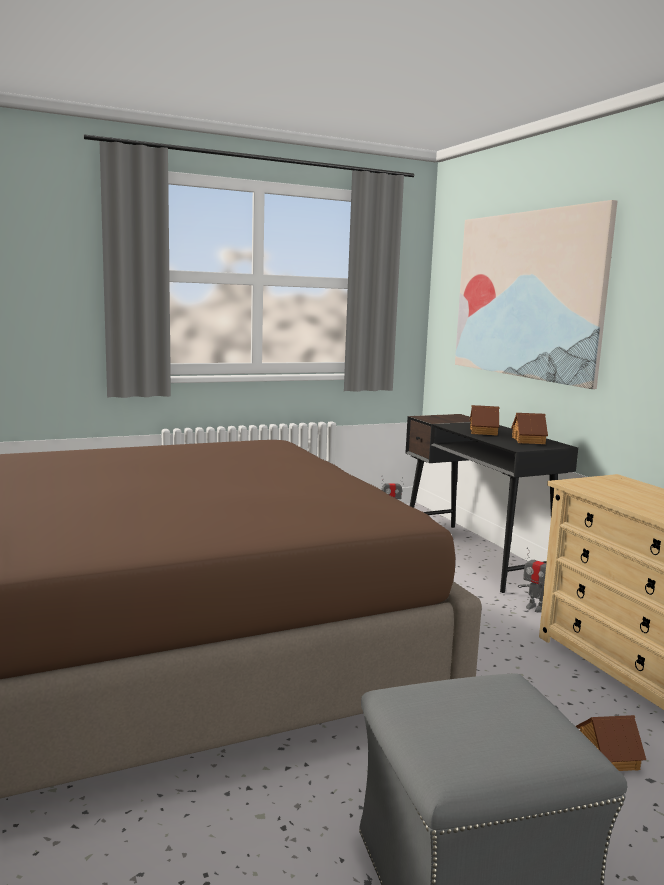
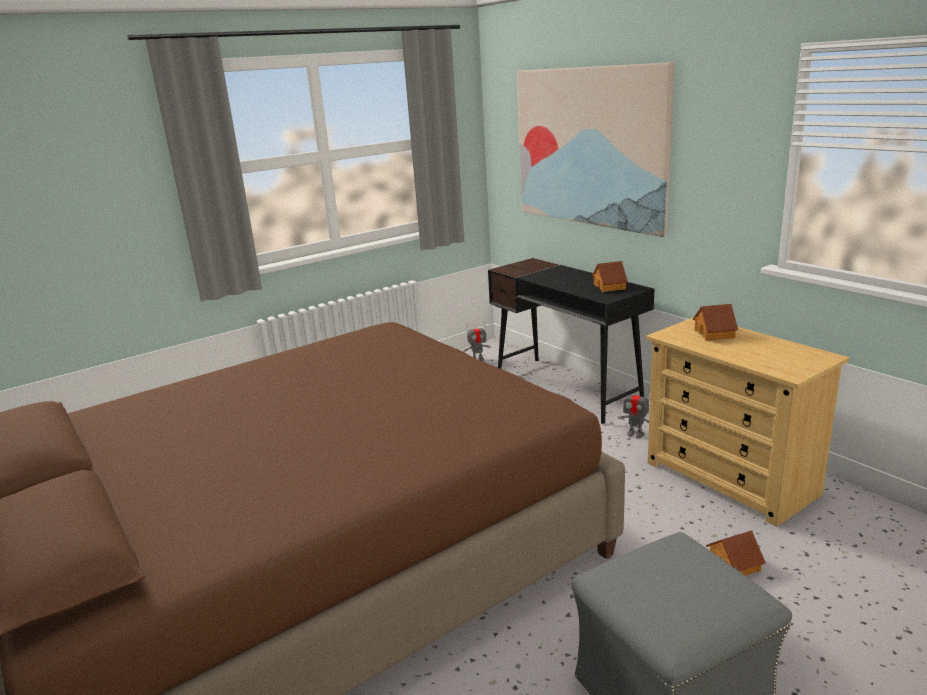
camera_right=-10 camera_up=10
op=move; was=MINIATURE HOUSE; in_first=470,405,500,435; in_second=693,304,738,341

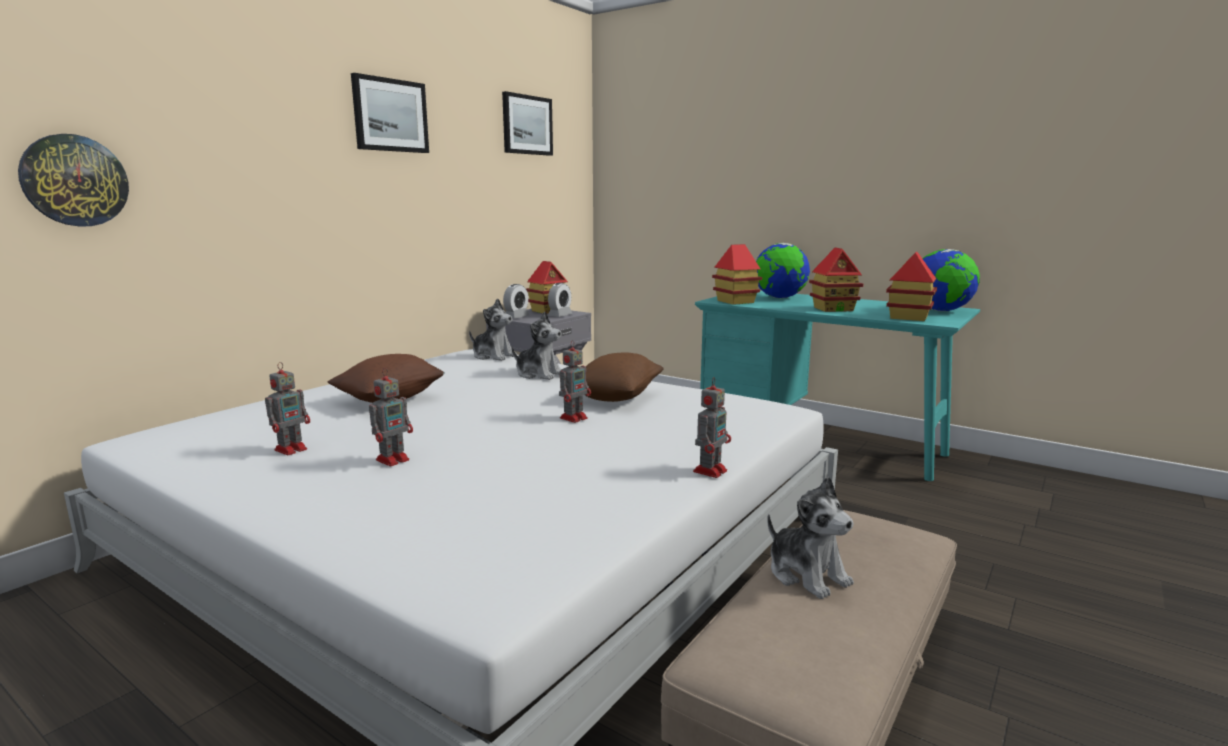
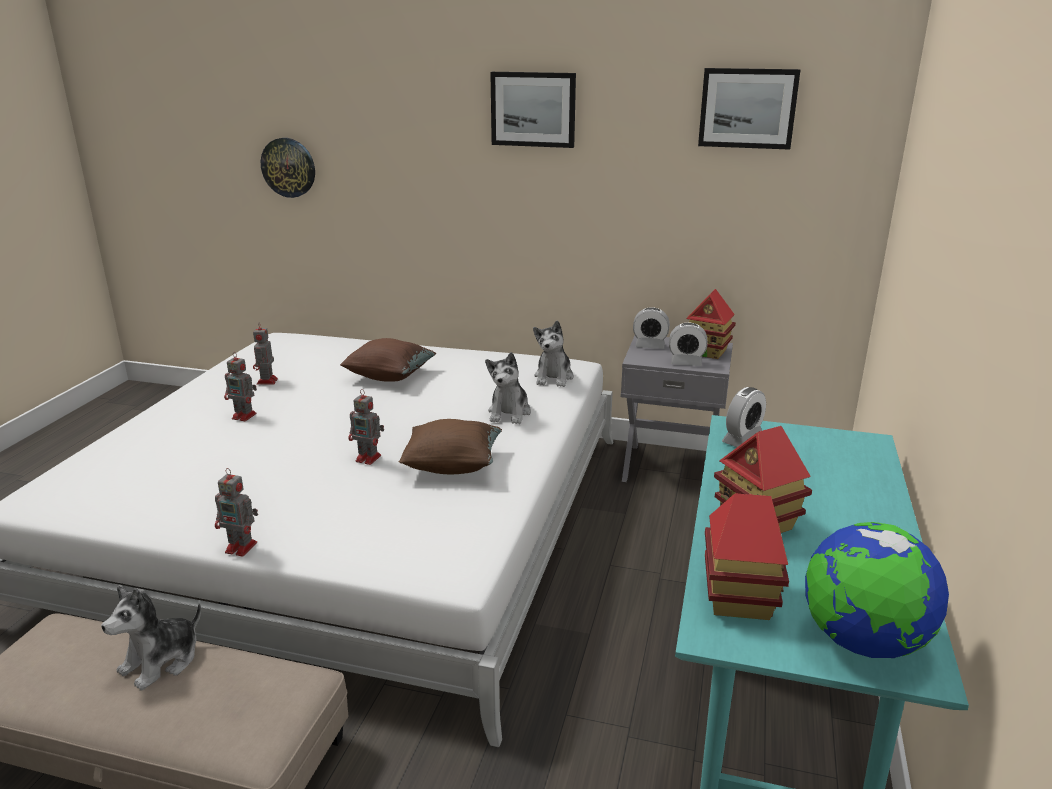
camera_right=70 camera_up=10
op=rotate; was=MODEL ROBOT; in_first=265,362,310,455; in_second=253,322,278,385; clockwise=75
op=replace; was=MINIATURE HOUSE; now=TABLE CLOCK; in_first=712,244,762,305; in_second=722,387,766,447
op=delete; was=DESK GLOBE; in_first=756,243,810,298

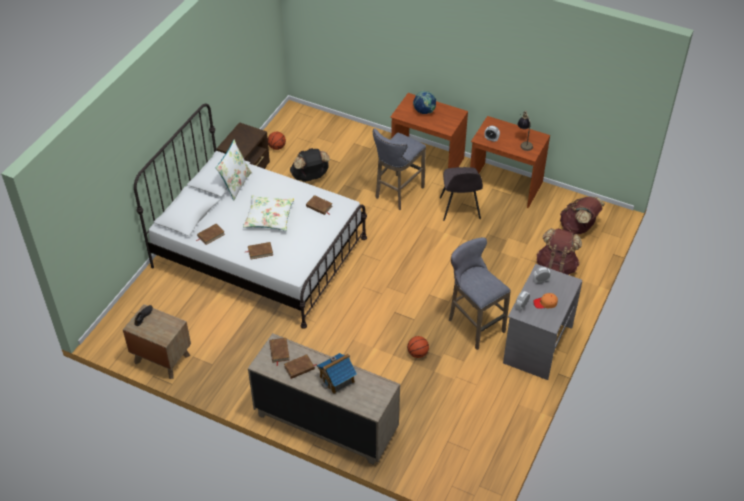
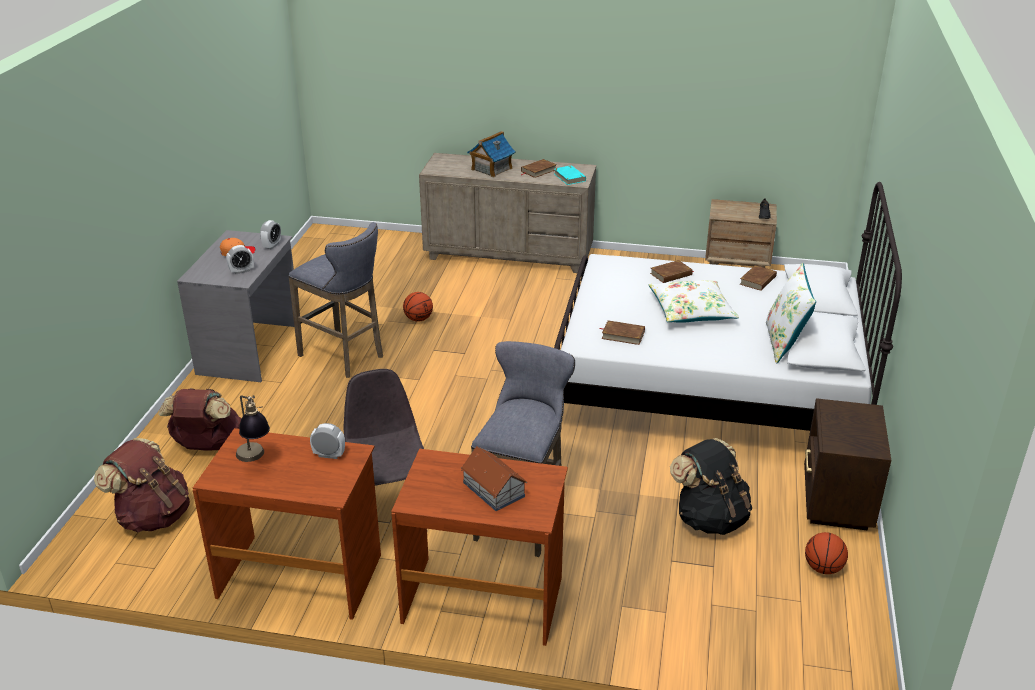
camera_right=165 camera_up=-15
op=recolor; was=BROWN VOLUME; now=TURQUOISE-COLOURED VOLUME; in_first=269,338,290,366; in_second=554,165,586,185
op=replace; was=DESK GLOBE; now=MINIATURE HOUSE; in_first=413,91,436,114; in_second=461,446,527,511

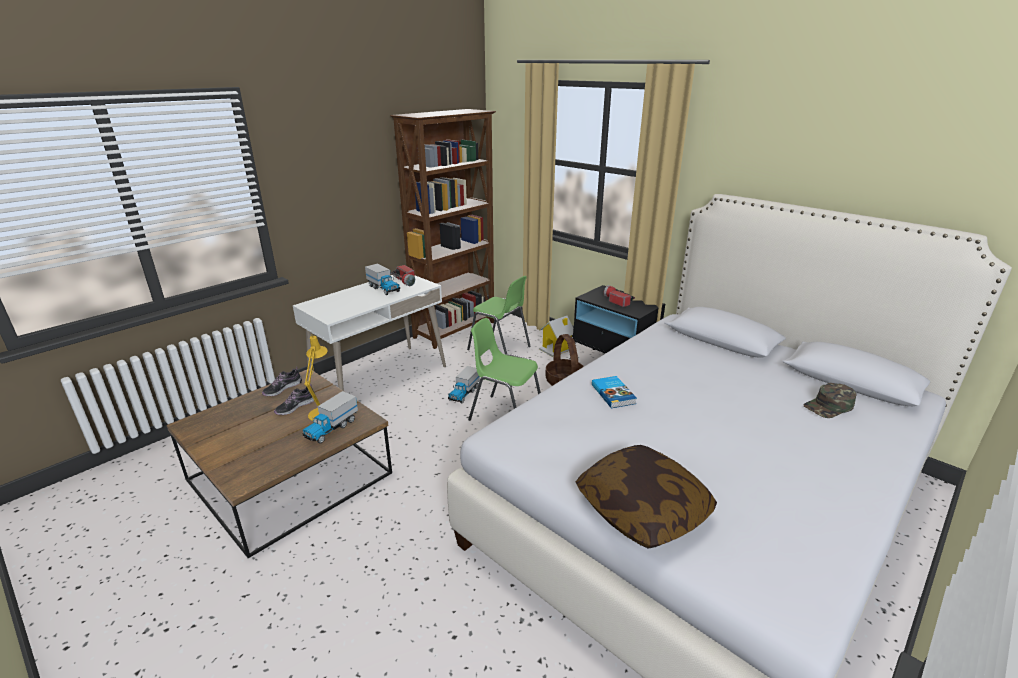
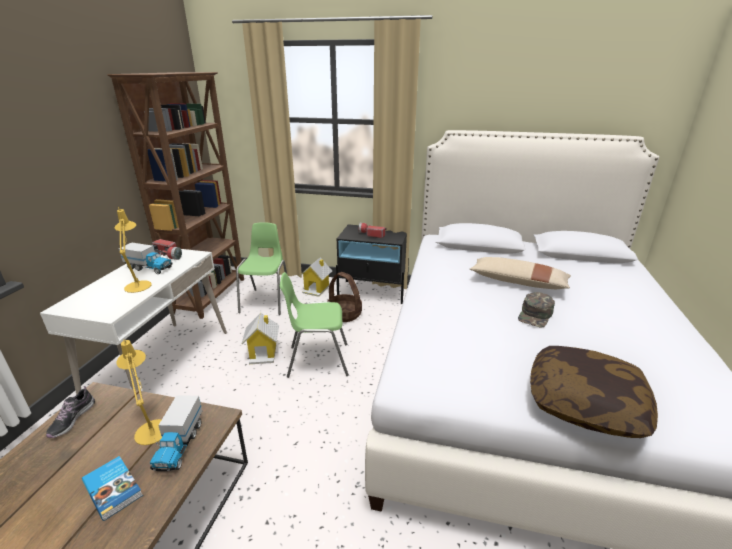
camera_right=-30 camera_up=0
op=delete; was=ITEM OF FOOTWEAR; in_first=274,384,315,415
op=replace; was=TOY TRUCK; now=MINIATURE HOUSE; in_first=448,366,480,404; in_second=241,313,279,364
op=rotate; was=GREEN-COLOURED CHAIR; in_first=467,276,531,354; in_second=236,222,287,315; clockwise=-90
op=move; was=VOLUME; in_first=592,376,637,408; in_second=82,456,143,521
op=move; was=GREEN-COLOURED PEAKED CAP; in_first=804,383,857,418; in_second=518,292,555,327
op=insert; now=YELLOW-COLOURED LAMP FOR A TABLE; in_second=114,206,152,293
op=insert; now=BEIGE-COLOURED PILLOW; in_second=470,257,571,289

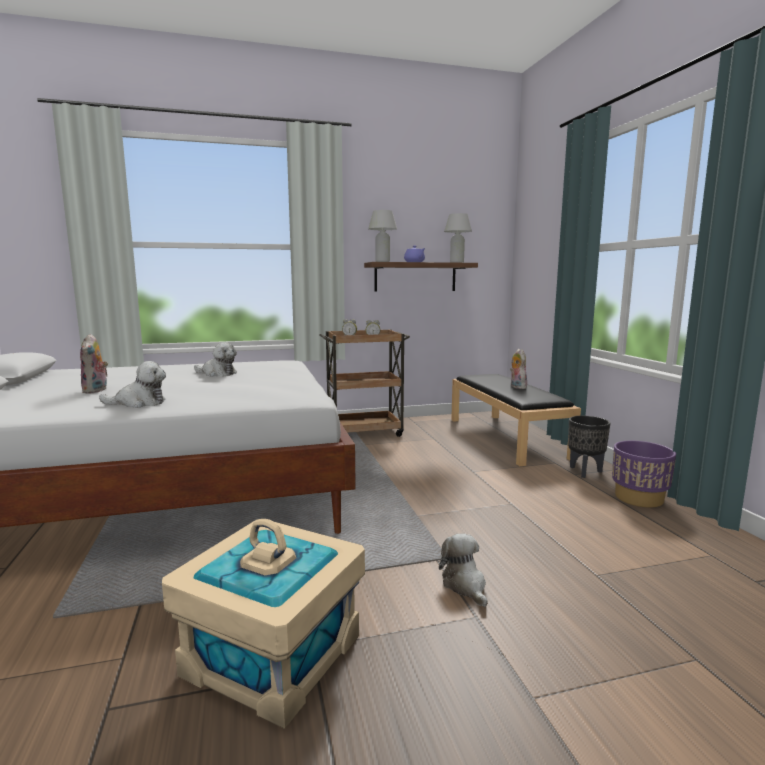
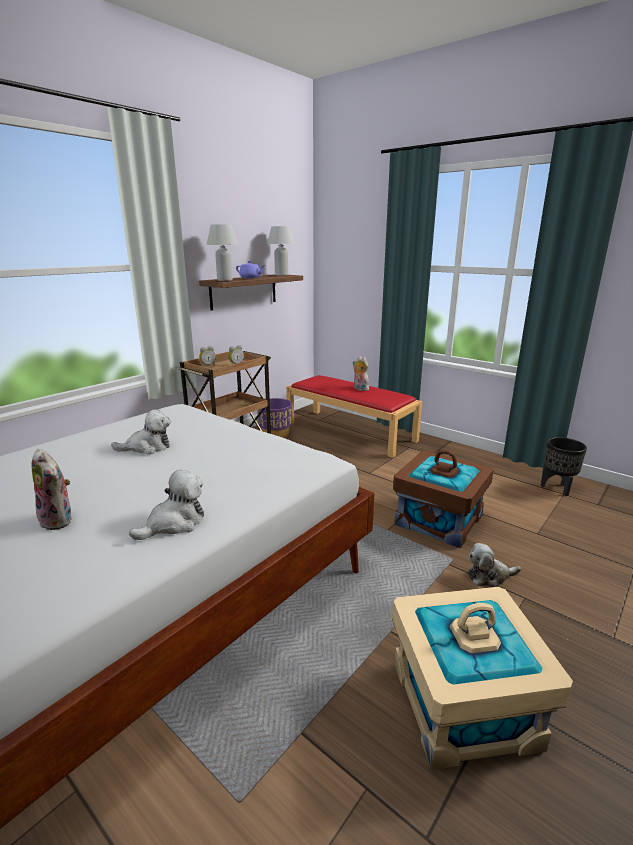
camera_right=-35 camera_up=10
op=rotate; was=PLUSH TOY; in_first=439,534,488,607; in_second=468,543,521,587; clockwise=-45
op=recolor; was=BLACK-COLOURED INDOOR BENCH; now=REDDISH INDOOR BENCH; in_first=451,374,581,466; in_second=286,375,422,458
op=move; was=BLACK-COLOURED PLANTER; in_first=568,416,610,478; in_second=541,437,587,496
op=move; was=PURPLISH PLANTER; in_first=612,441,676,508; in_second=257,398,292,438
op=insert; now=BROWN STORAGE BOX; in_second=393,450,494,548

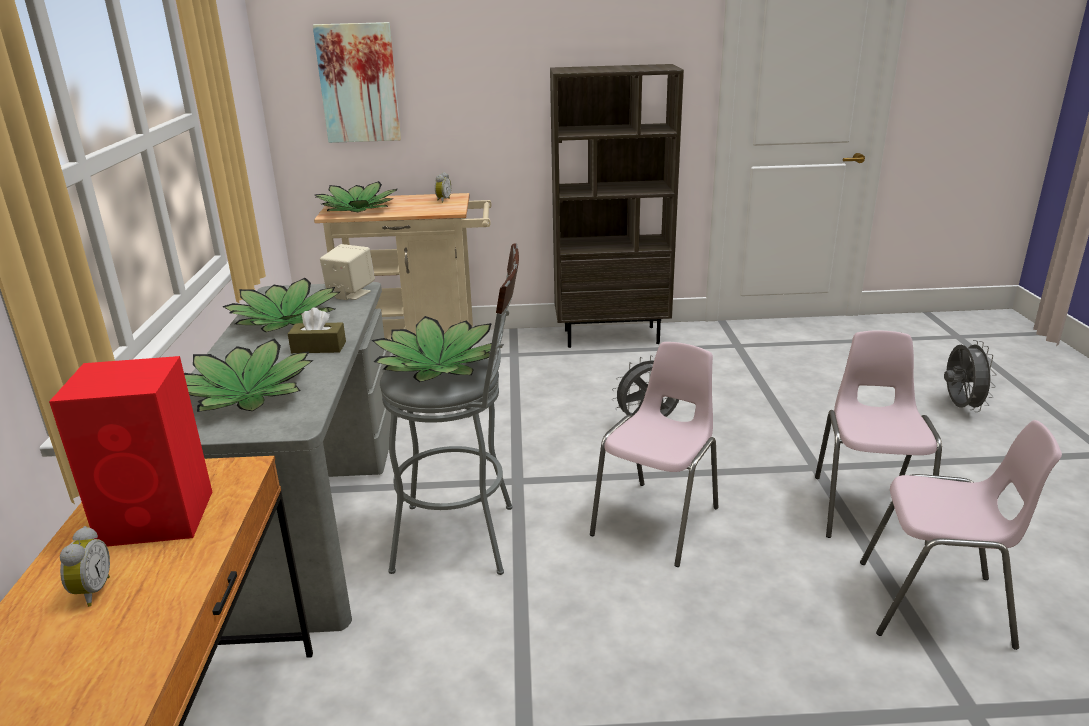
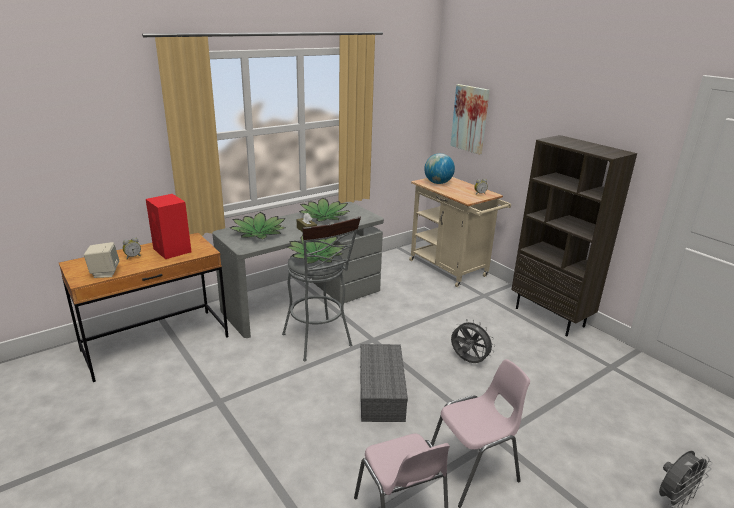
camera_right=55 camera_up=0
op=replace; was=POTTED PLANT; now=DESK GLOBE; in_first=315,181,397,212; in_second=424,153,455,184
op=move; was=BEIGE-COLOURED AUDIO SPEAKER; in_first=320,244,375,300; in_second=84,242,119,278
op=replace; was=PINKISH CHAIR; now=GREYISH STORAGE BOX; in_first=590,342,718,567; in_second=360,344,408,422

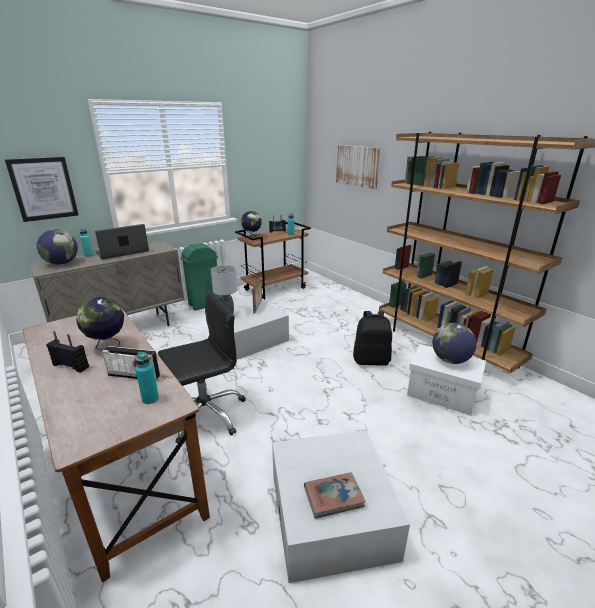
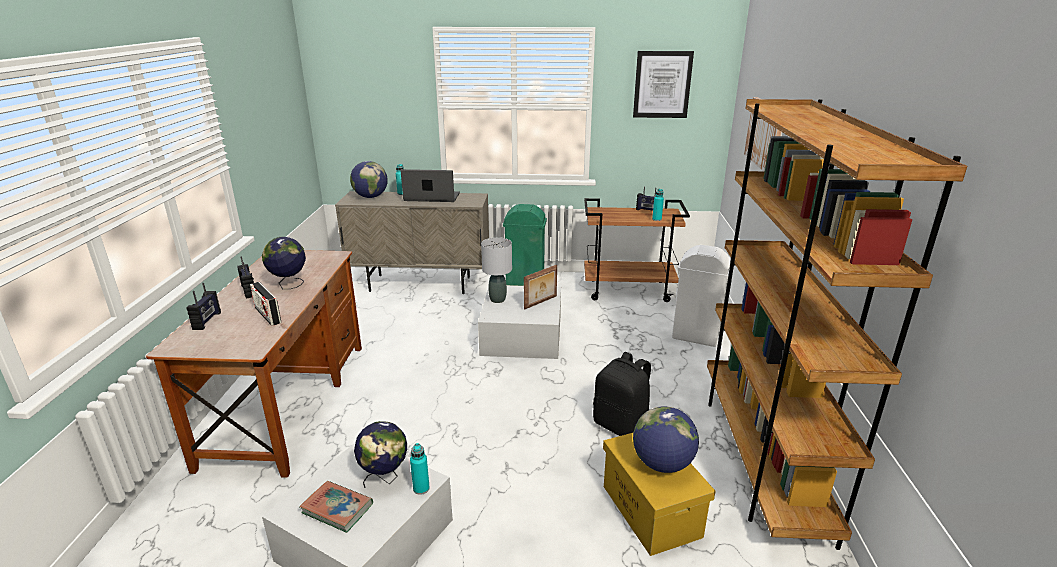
camera_right=40 camera_up=0
op=move; was=WALL PICTURE; in_first=5,157,79,222; in_second=633,51,694,118
op=move; was=TURQUOISE-COLOURED DRINK BOTTLE; in_first=135,351,159,404; in_second=410,443,430,495
op=delete; was=BLACK-COLOURED OFFICE CHAIR; in_first=158,292,246,443
op=move; was=DESK GLOBE; in_first=241,211,262,240; in_second=354,421,407,488
op=recolor; was=WHITE-COLOURED STORAGE BOX; now=YELLOW-COLOURED STORAGE BOX; in_first=407,344,486,416; in_second=603,433,716,556
op=insert; now=RADIO SET; in_second=186,283,221,330
op=insert; now=WHITE-COLOURED RUBBISH BIN; in_second=672,245,731,347

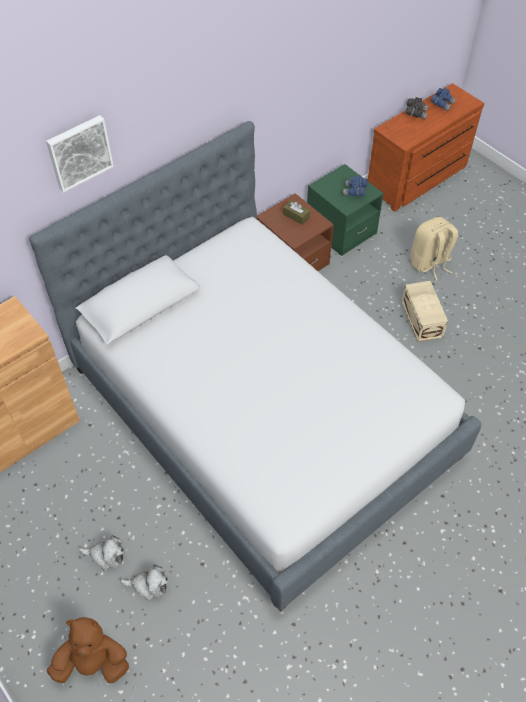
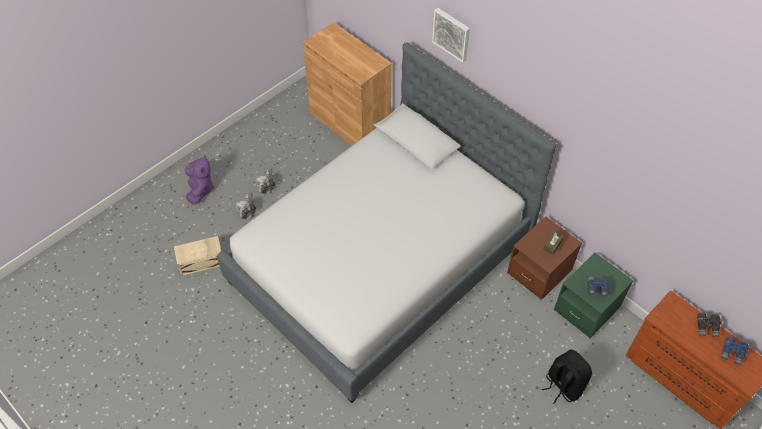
camera_right=85 camera_up=0
op=recolor; was=BROWN PLUSH TOY; now=PURPLISH PLUSH TOY; in_first=47,617,129,683; in_second=185,155,214,205
op=move; was=BEIGE-COLOURED STORAGE BOX; in_first=402,281,448,342; in_second=174,236,222,276
op=recolor; was=BEIGE-COLOURED RUCKSACK; now=BLACK-COLOURED RUCKSACK; in_first=411,217,458,280; in_second=541,350,592,404

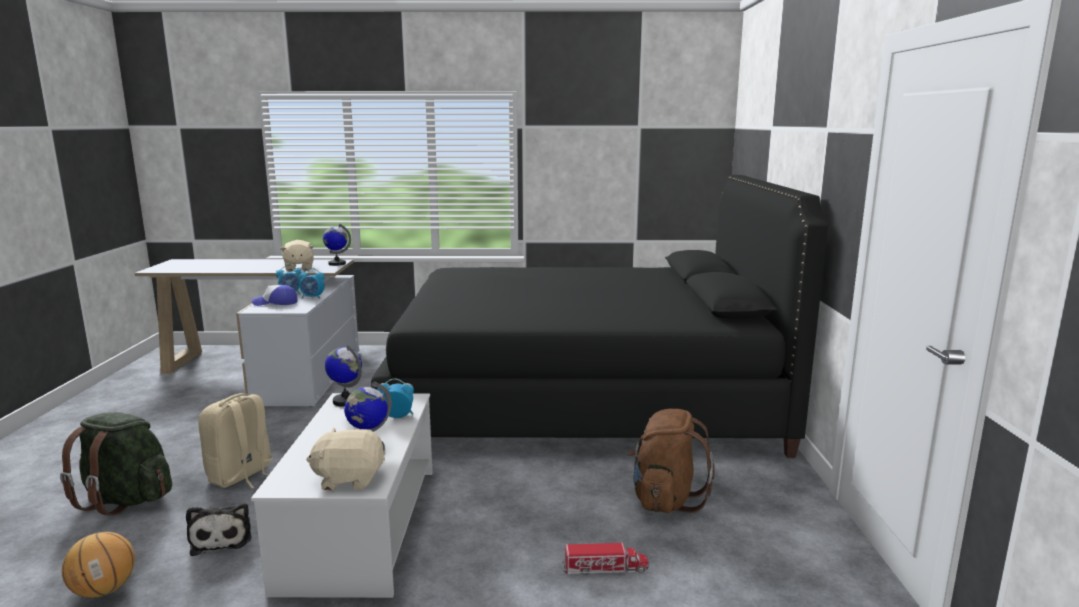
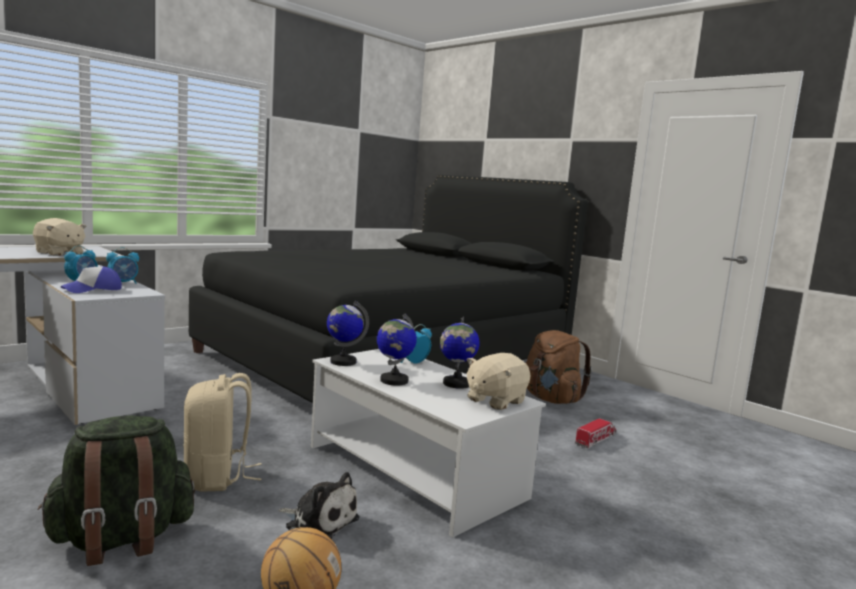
camera_right=-45 camera_up=-5
op=move; was=DESK GLOBE; in_first=323,224,351,266; in_second=377,314,417,386

